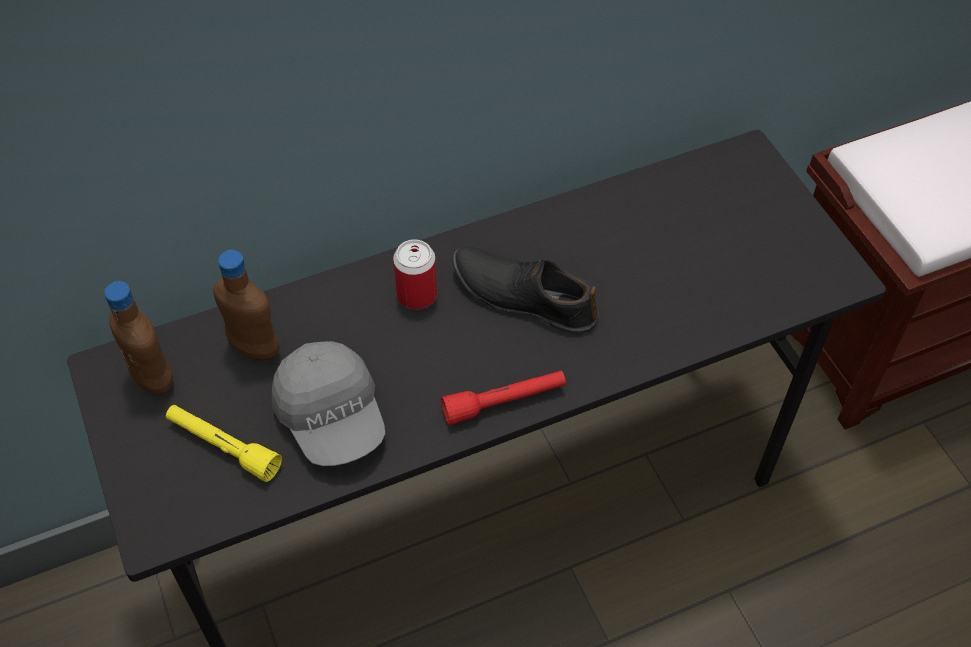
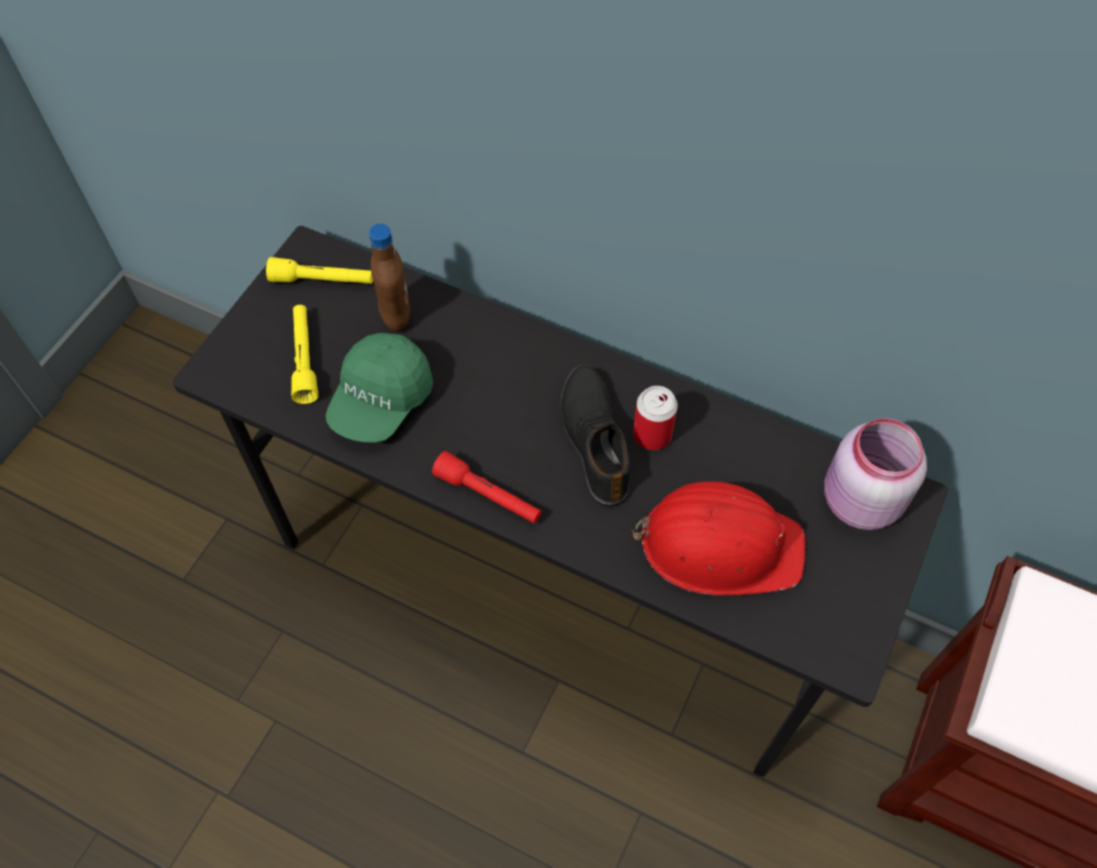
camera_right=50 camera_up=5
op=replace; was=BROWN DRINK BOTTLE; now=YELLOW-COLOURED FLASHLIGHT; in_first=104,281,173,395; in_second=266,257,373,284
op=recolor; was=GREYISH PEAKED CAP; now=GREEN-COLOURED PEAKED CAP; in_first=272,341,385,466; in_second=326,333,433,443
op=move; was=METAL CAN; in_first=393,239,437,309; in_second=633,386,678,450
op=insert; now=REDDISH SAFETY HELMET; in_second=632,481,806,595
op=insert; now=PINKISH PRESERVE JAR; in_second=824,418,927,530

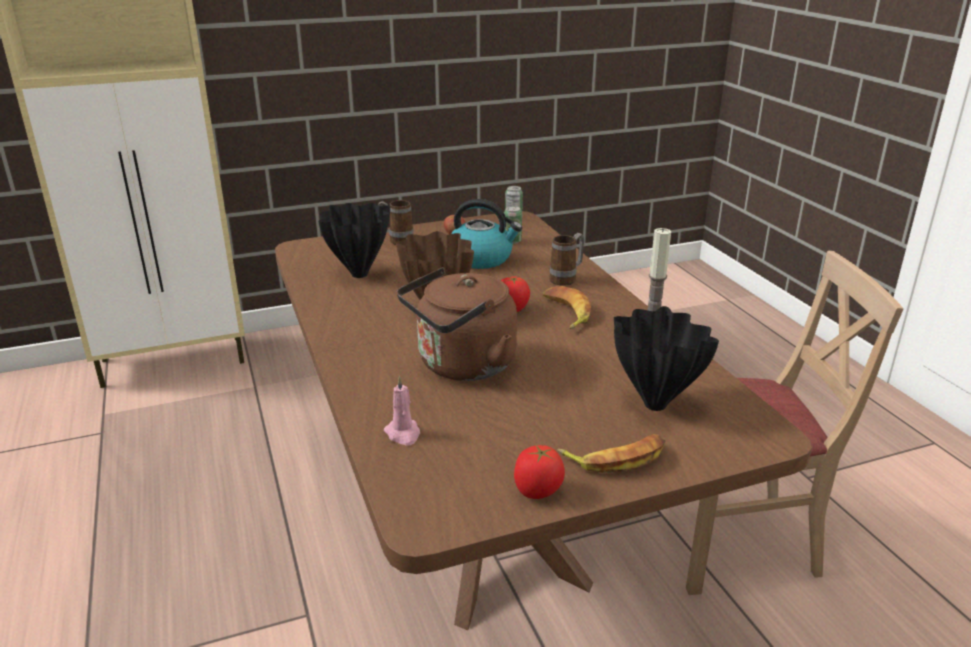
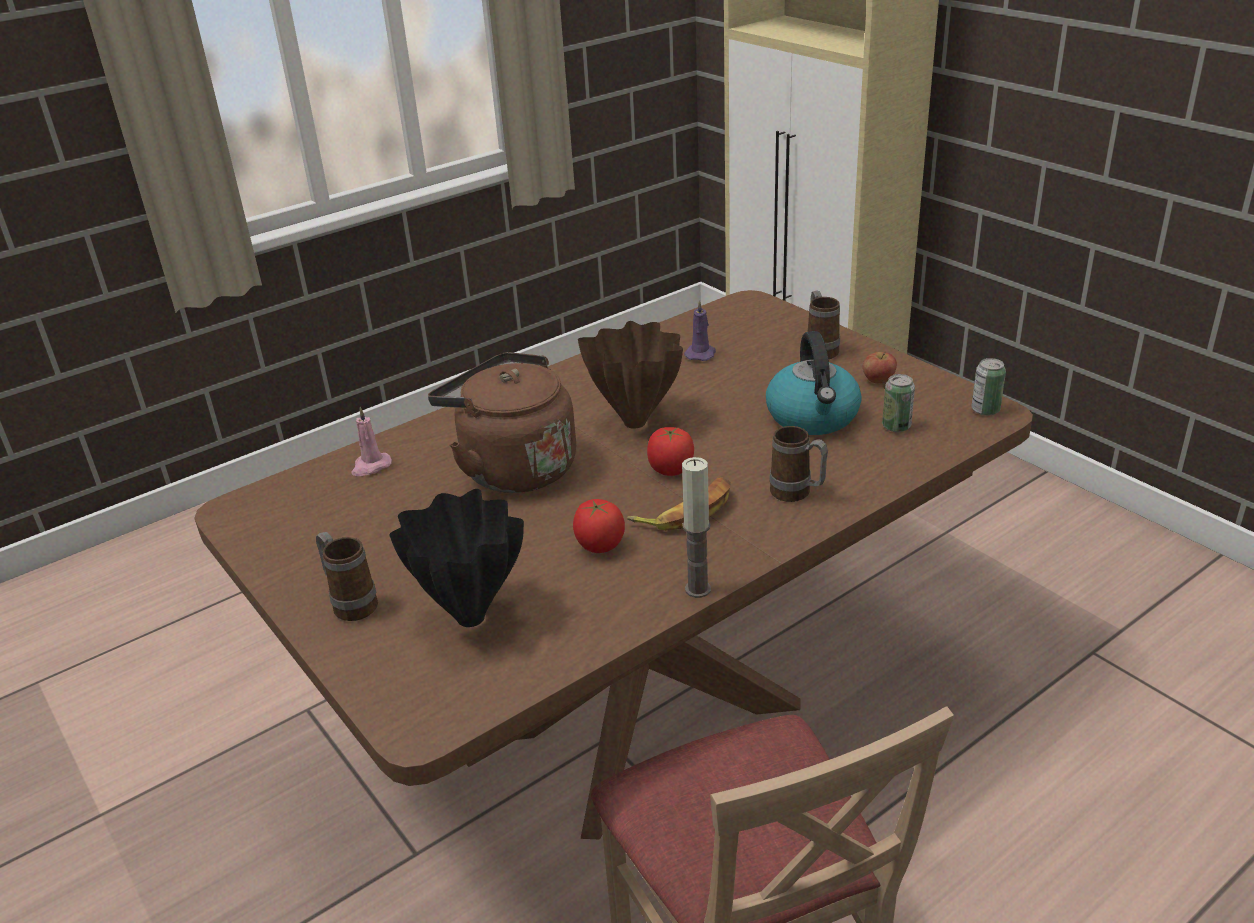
camera_right=75 camera_up=5
op=replace; was=BLACK-COLOURED VASE; now=PURPLISH WAX LIGHT; in_first=318,203,390,278; in_second=684,300,716,361
op=move; was=WHOLE TOMATO; in_first=514,445,565,499; in_second=573,499,625,553
op=replace; was=BANANA; now=MUG; in_first=557,434,665,473; in_second=316,532,378,621

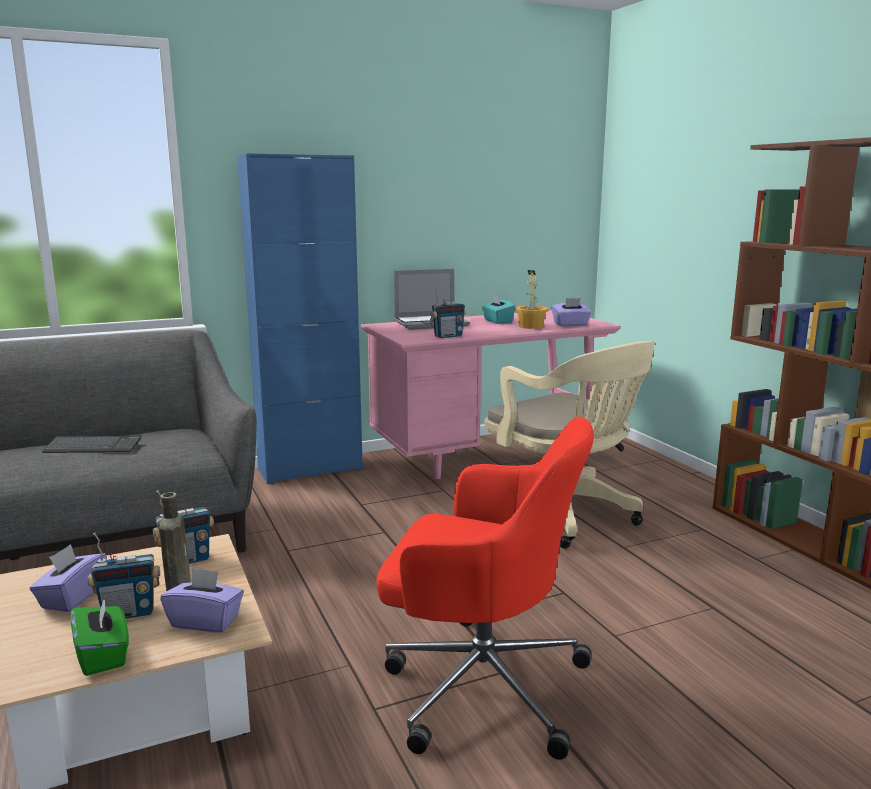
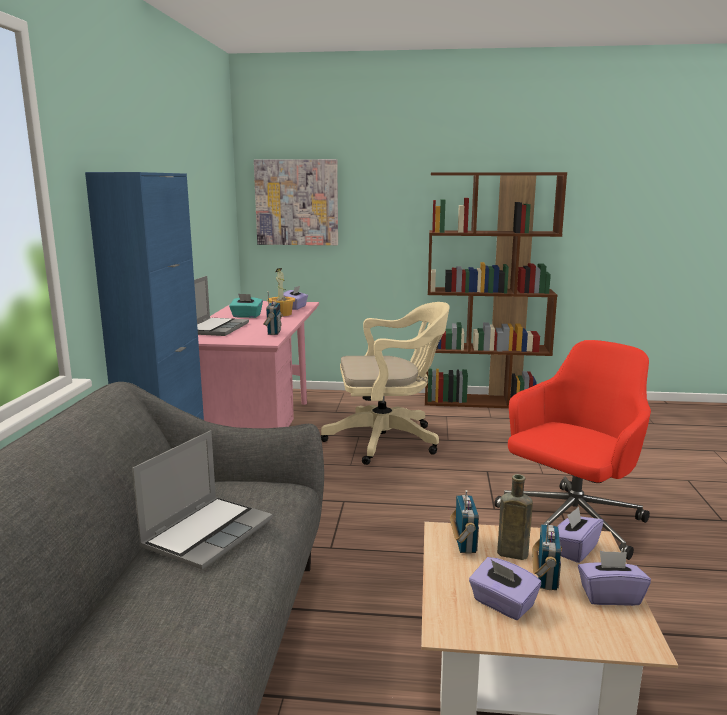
camera_right=-60 camera_up=0
op=replace; was=COMPUTER KEYBOARD; now=NOTEBOOK COMPUTER; in_first=42,436,141,453; in_second=132,430,273,570
op=recolor; was=GREEN-COLOURED BOX OF TISSUES; now=PURPLISH BOX OF TISSUES; in_first=71,596,129,676; in_second=578,551,651,606
op=insert; now=WALL PICTURE; in_second=254,159,338,245

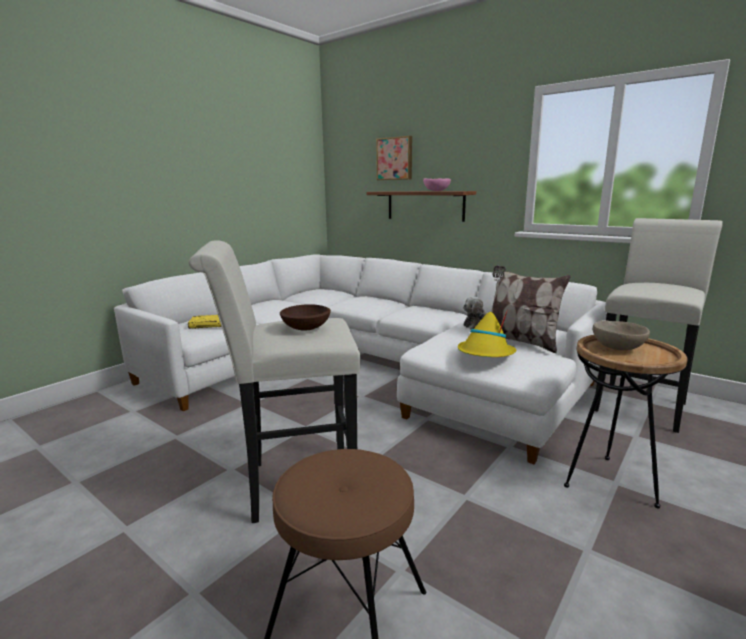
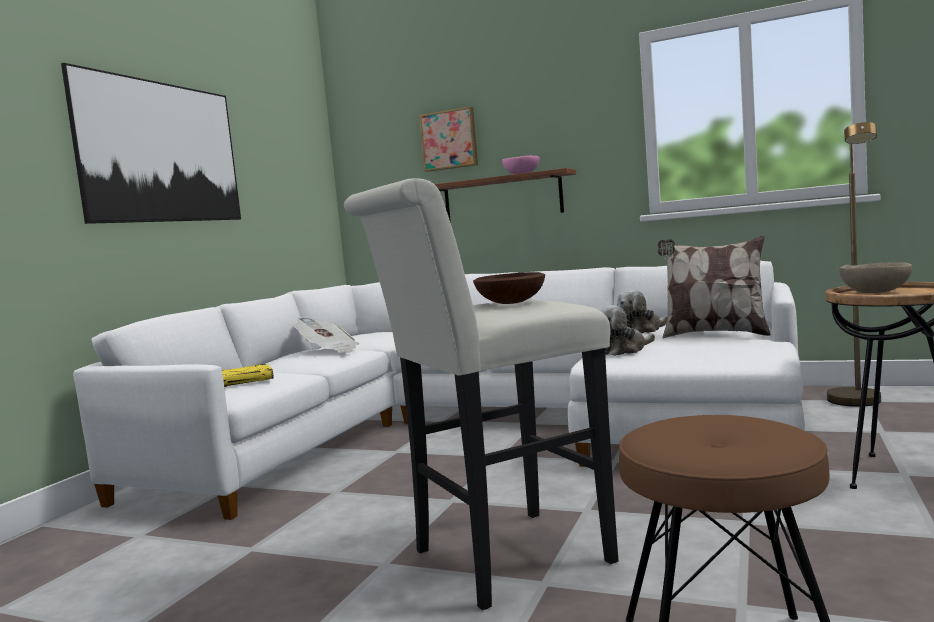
camera_right=-15 camera_up=-10
op=delete; was=YELLOW-COLOURED CLOTHING HAT; in_first=458,309,516,357
op=replace; was=WHITE-COLOURED STOOL SEAT; now=BROWN STANDING LAMP; in_first=595,218,723,433; in_second=827,122,881,407
op=insert; now=WALL PICTURE; in_second=61,63,241,224
op=insert; now=NEWSPAPER; in_second=294,318,359,353
op=insert; now=PLUSH TOY; in_second=599,305,655,356

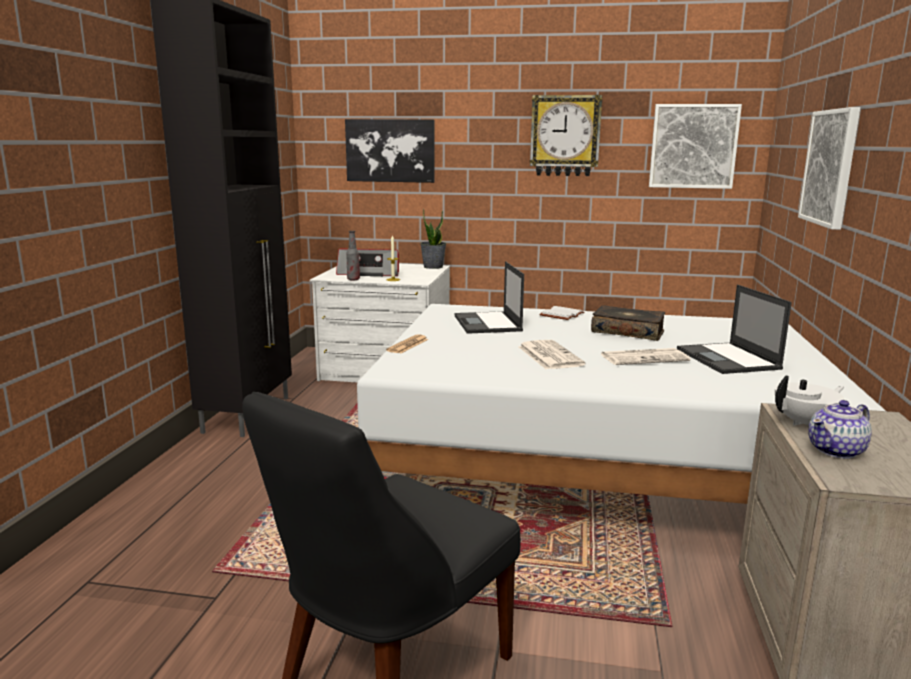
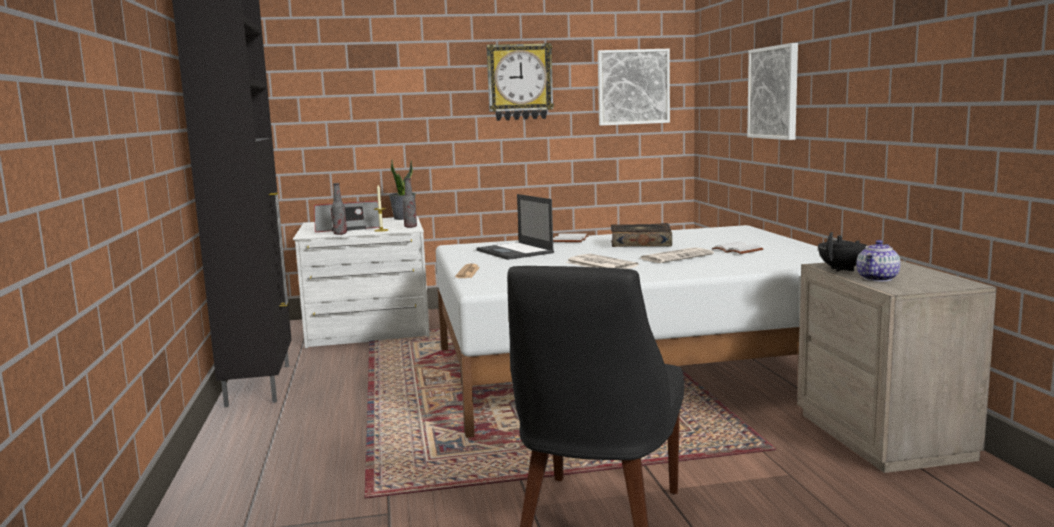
camera_right=-20 camera_up=-5
op=delete; was=WALL PICTURE; in_first=345,119,435,183
op=replace; was=NOTEBOOK COMPUTER; now=WHITE-COLOURED VOLUME; in_first=677,285,792,374; in_second=712,242,763,254
op=recolor; was=WHITE-COLOURED TEA POT; now=BLACK-COLOURED TEA POT; in_first=775,375,844,426; in_second=818,232,868,272
op=insert; now=DRINK BOTTLE; in_second=403,178,417,228

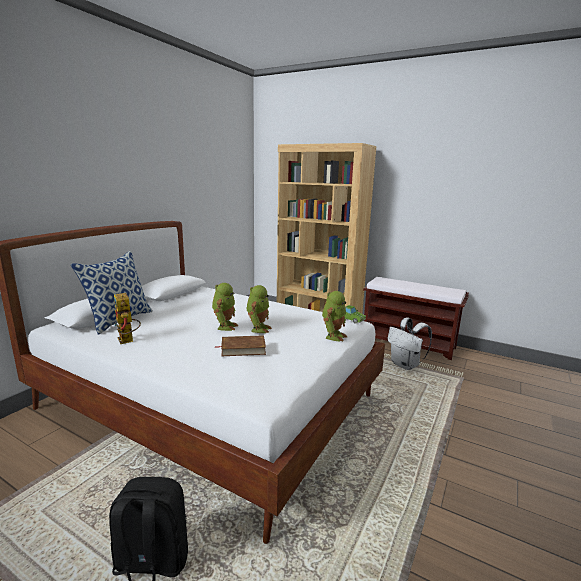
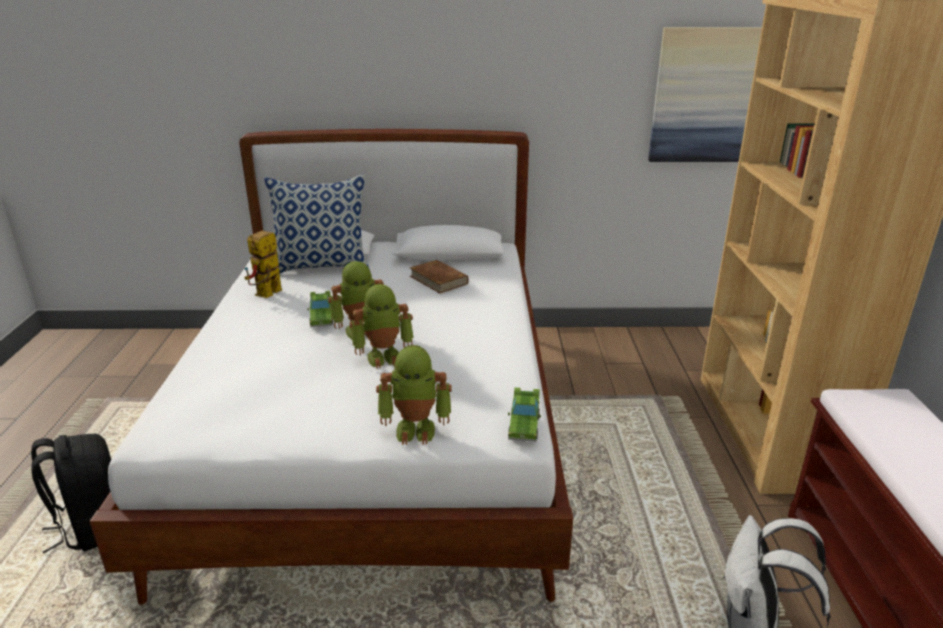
camera_right=60 camera_up=10
op=move; was=BROWN VOLUME; in_first=214,335,266,356; in_second=410,260,469,293
op=insert; now=GREEN-COLOURED MODEL CAR; in_second=307,291,333,327
op=insert; now=WALL PICTURE; in_second=648,27,762,162

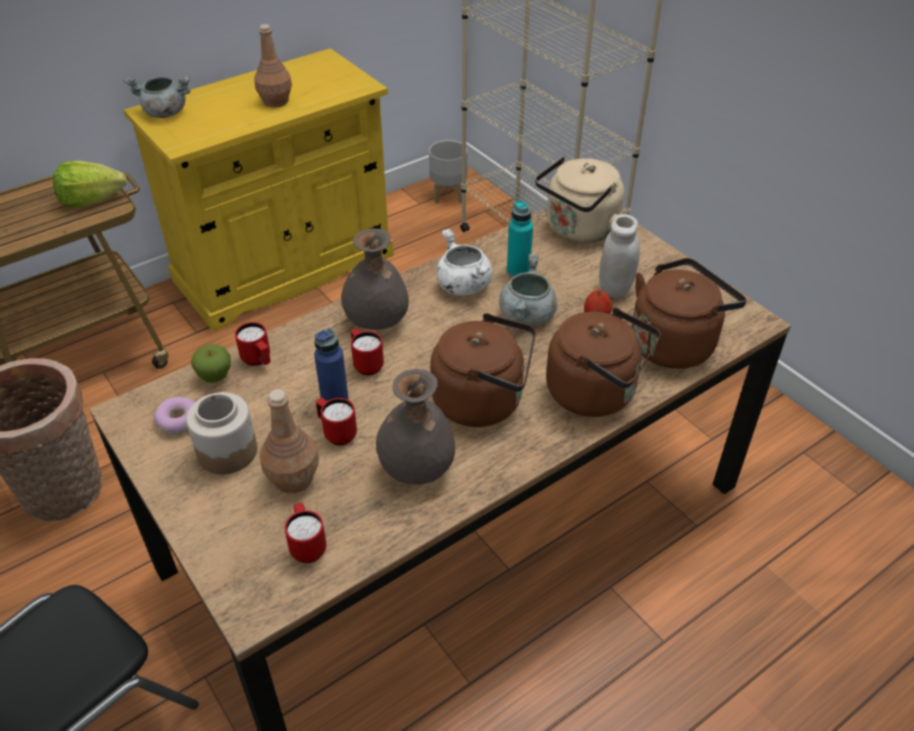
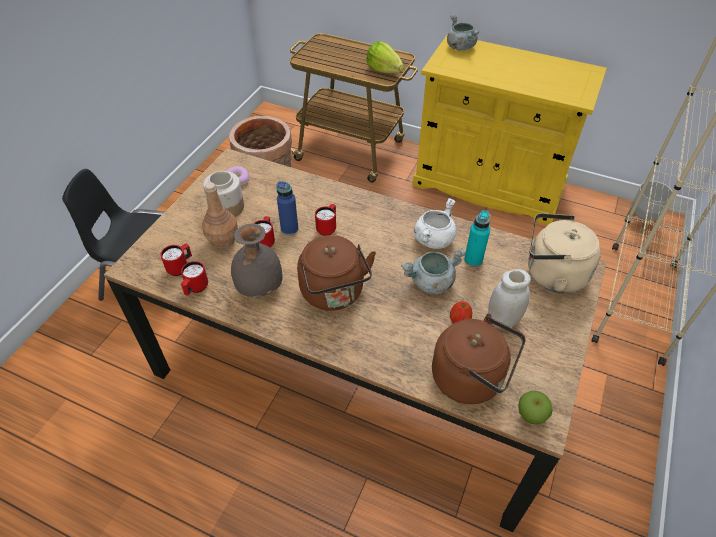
camera_right=60 camera_up=5
op=move; was=APPLE; in_first=191,344,231,383; in_second=518,391,553,424
op=move; was=REDDISH MUG; in_first=235,322,271,366; in_second=181,261,208,296
op=delete; was=BROWN DRINK BOTTLE; in_first=254,24,292,107
op=delete; was=GREYISH VASE; in_first=341,228,409,330
op=delete; was=BROWN WATER KETTLE; in_first=546,307,661,417

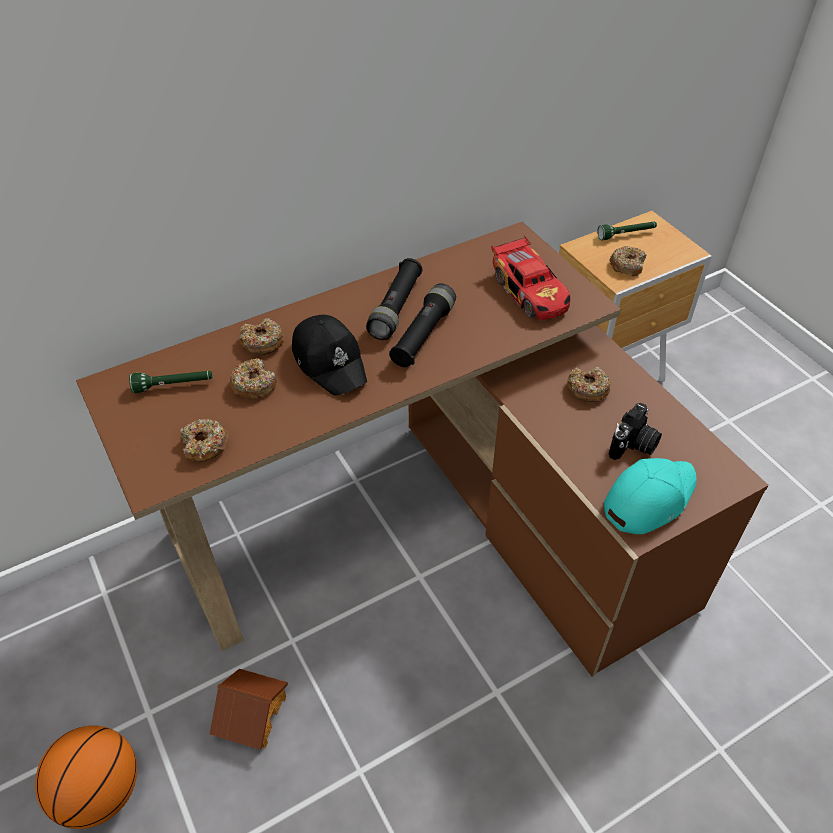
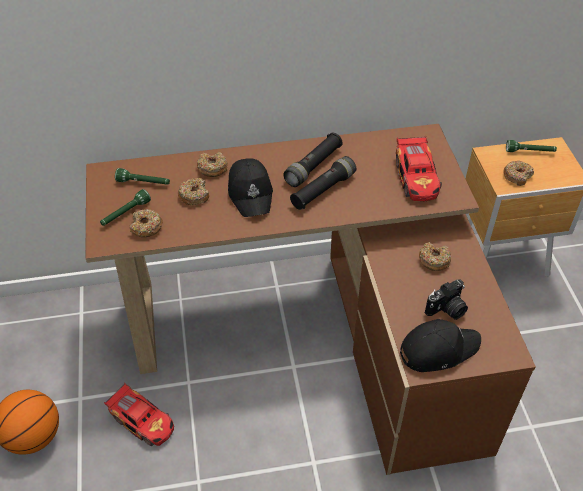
camera_right=20 camera_up=0
op=replace; was=MINIATURE HOUSE; now=MODEL CAR; in_first=209,669,288,750; in_second=104,384,174,446
op=recolor; was=TURQUOISE-COLOURED PEAKED CAP; now=BLACK-COLOURED PEAKED CAP; in_first=604,458,697,534; in_second=400,319,481,372
op=insert; now=GREEN-COLOURED FLASHLIGHT; in_second=100,189,151,226

